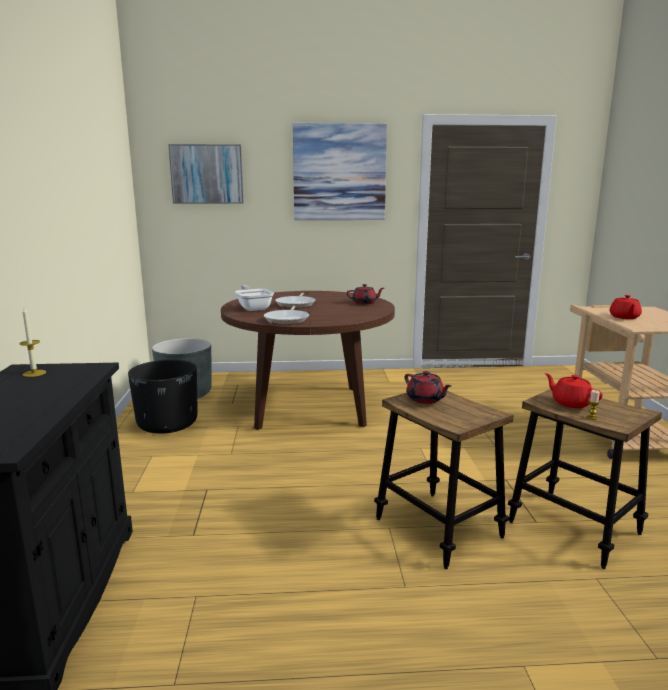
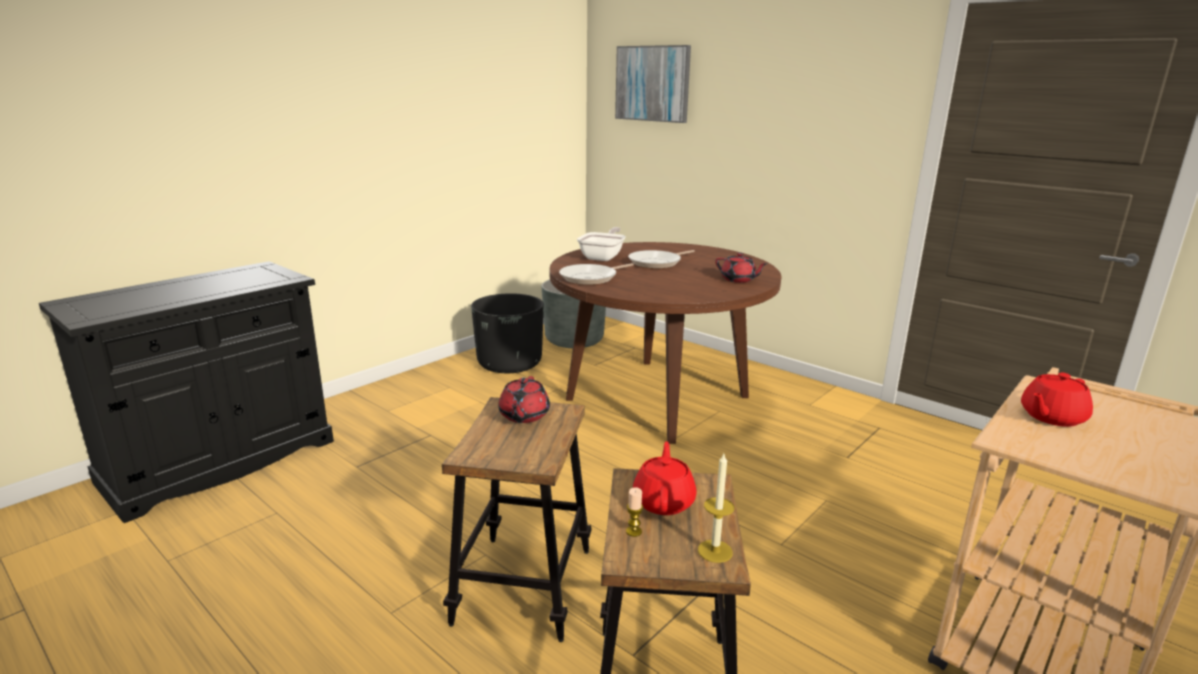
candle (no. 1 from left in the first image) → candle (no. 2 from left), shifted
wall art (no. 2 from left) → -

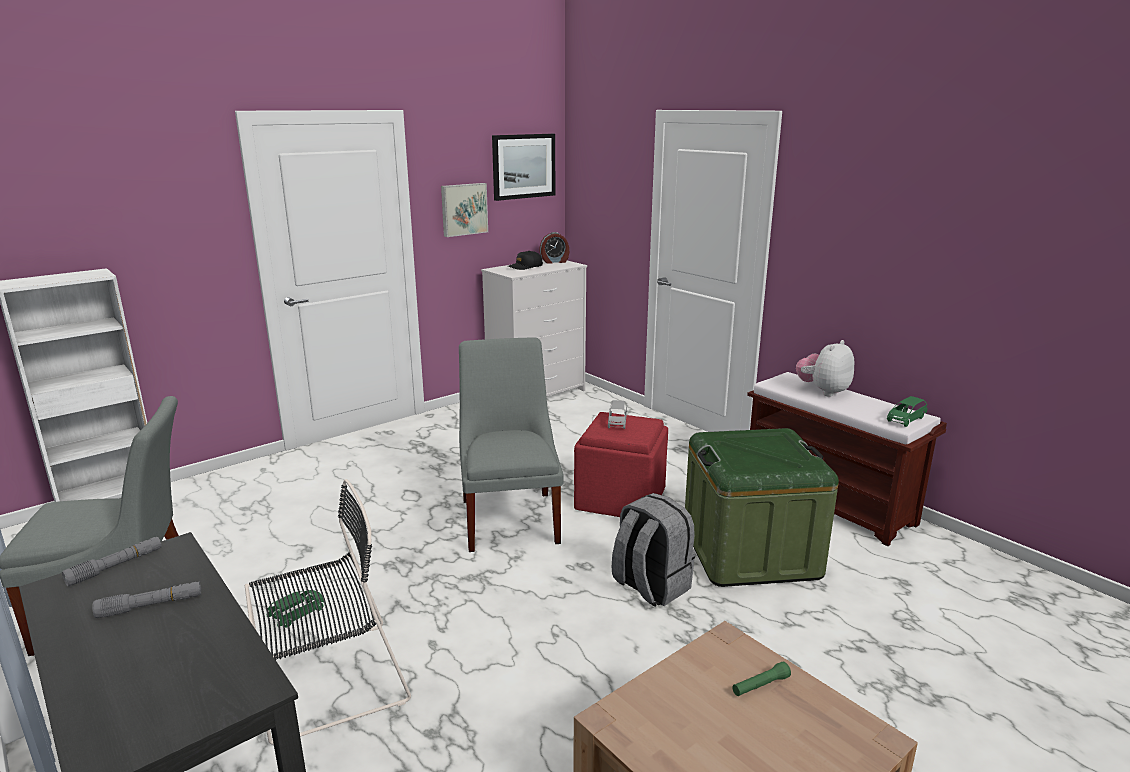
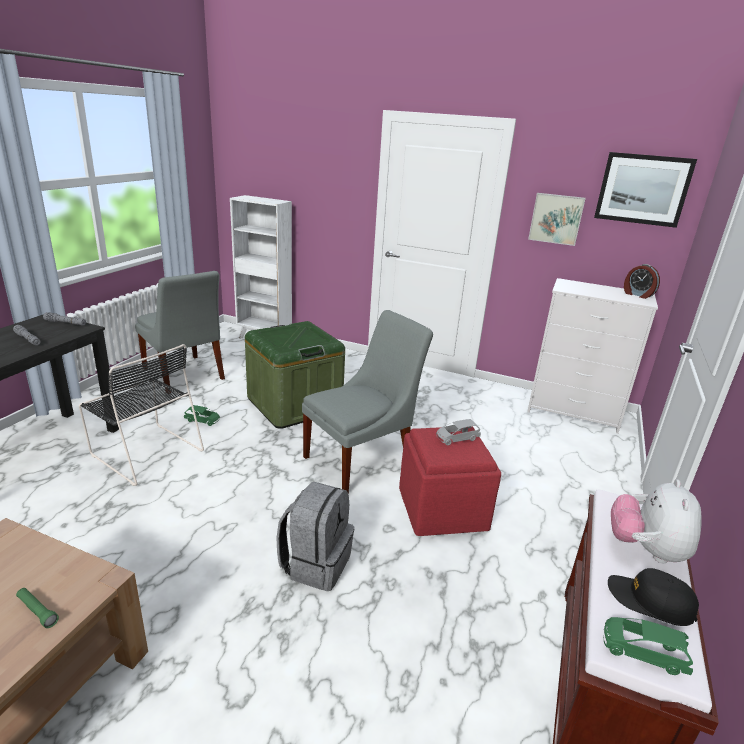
greenish storage container, shifted
black peaked cap, shifted
soft toy, 90 degrees counterclockwise

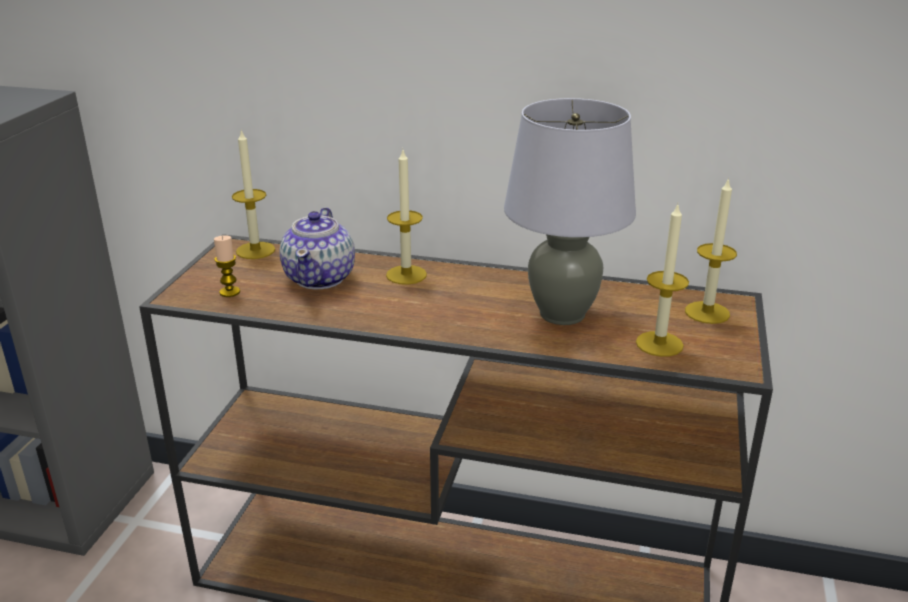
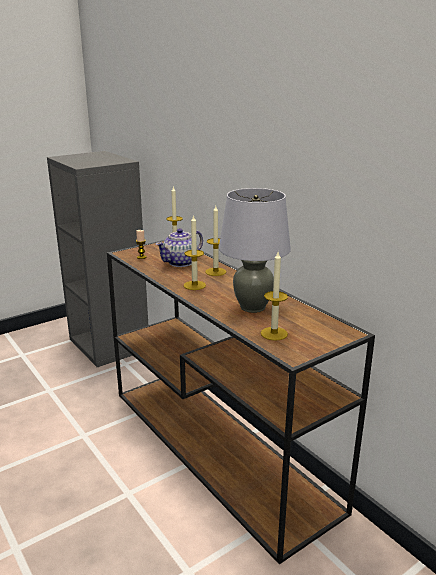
candle (no. 5 from left in the first image) → candle (no. 3 from left), shifted

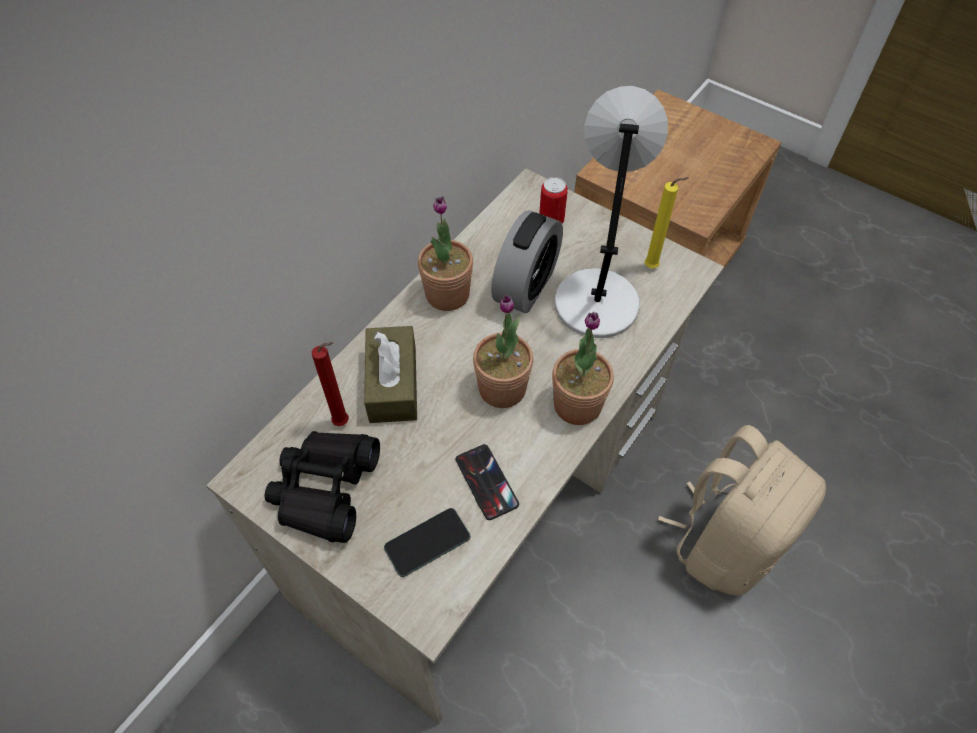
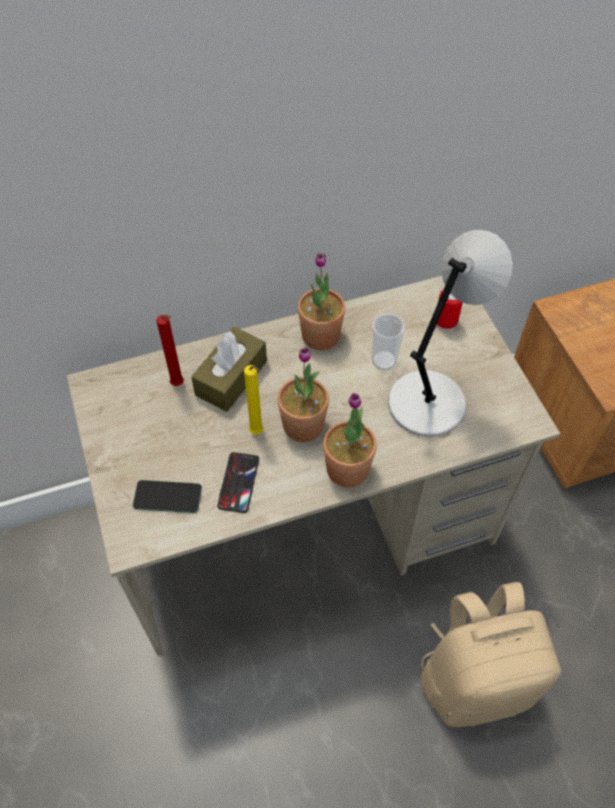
yellowish candle, shifted
bedside clock → cup
black field glasses → -

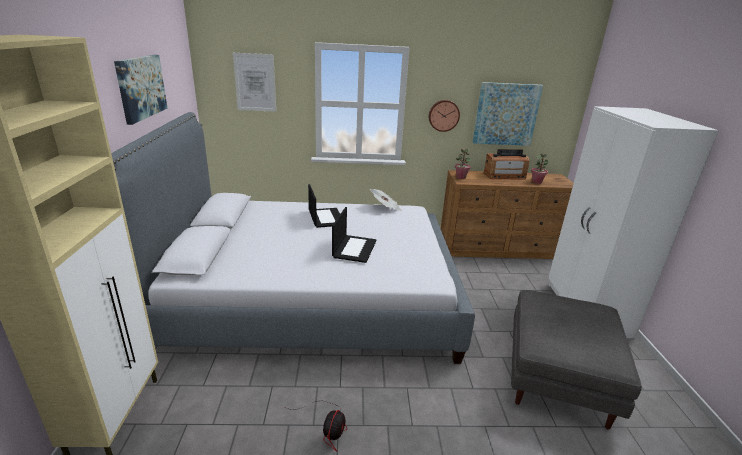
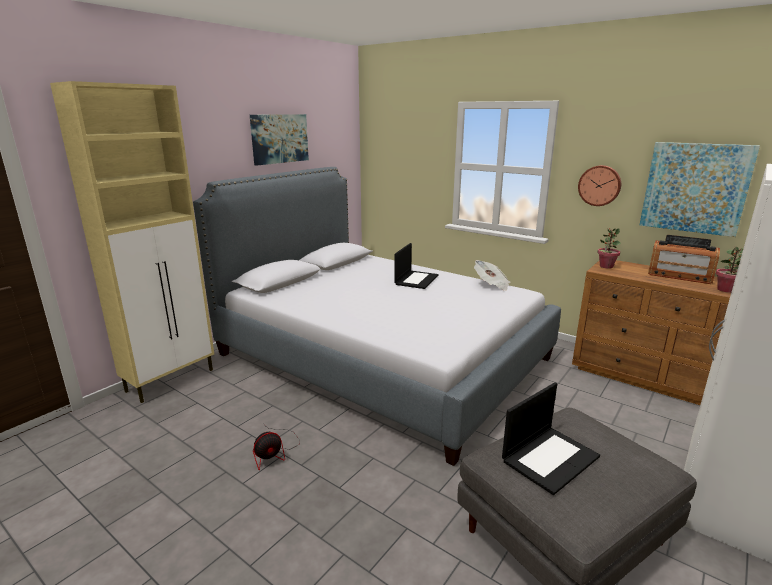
laptop (no. 2 from left), shifted
wall art (no. 2 from left) → -

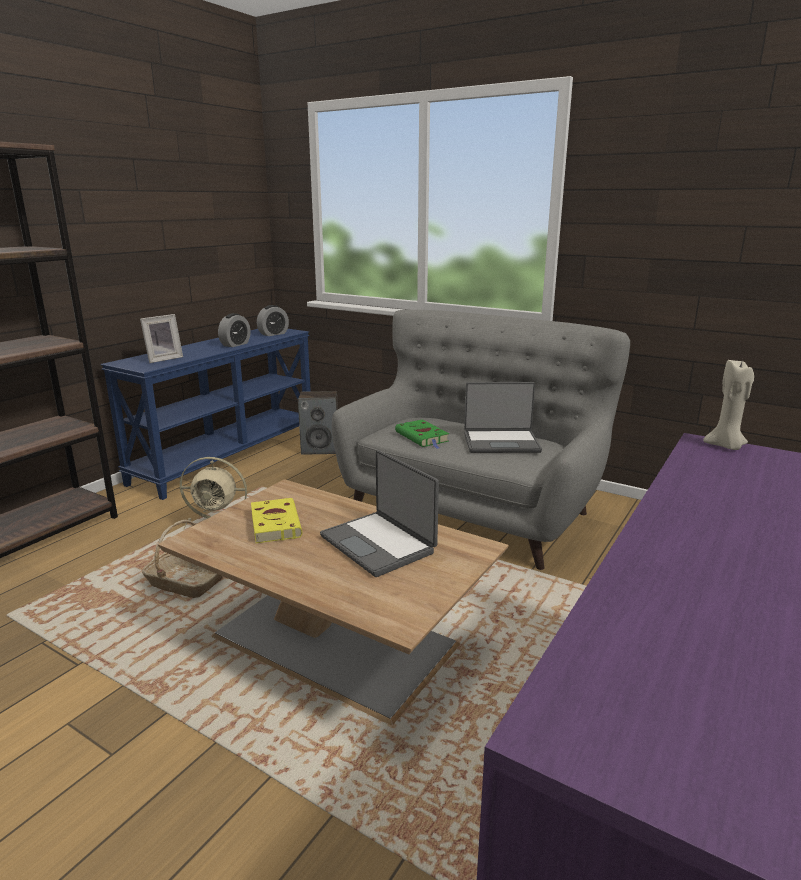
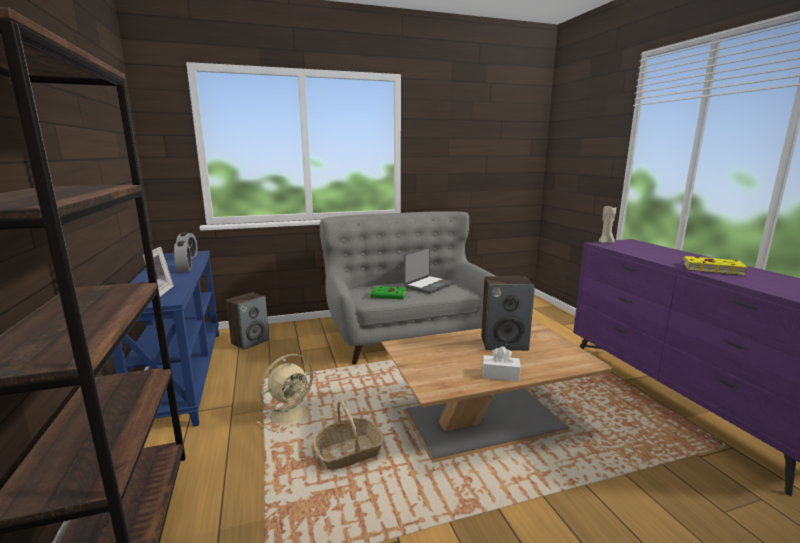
laptop (no. 1 from left) → loudspeaker (no. 2 from left)
- → whitish box of tissues
yellowish bound book, shifted

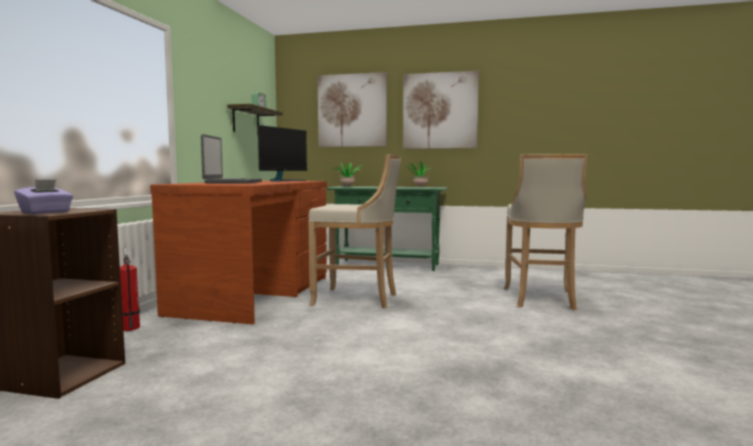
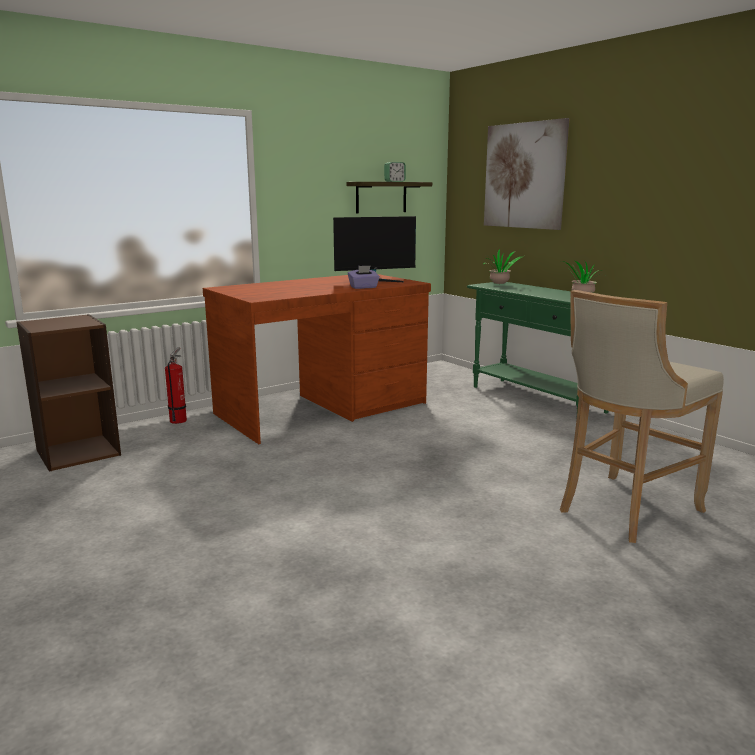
purple box of tissues, shifted
laptop → -
sand-coloured sitting stool (no. 1 from left) → -
wall art (no. 2 from left) → -

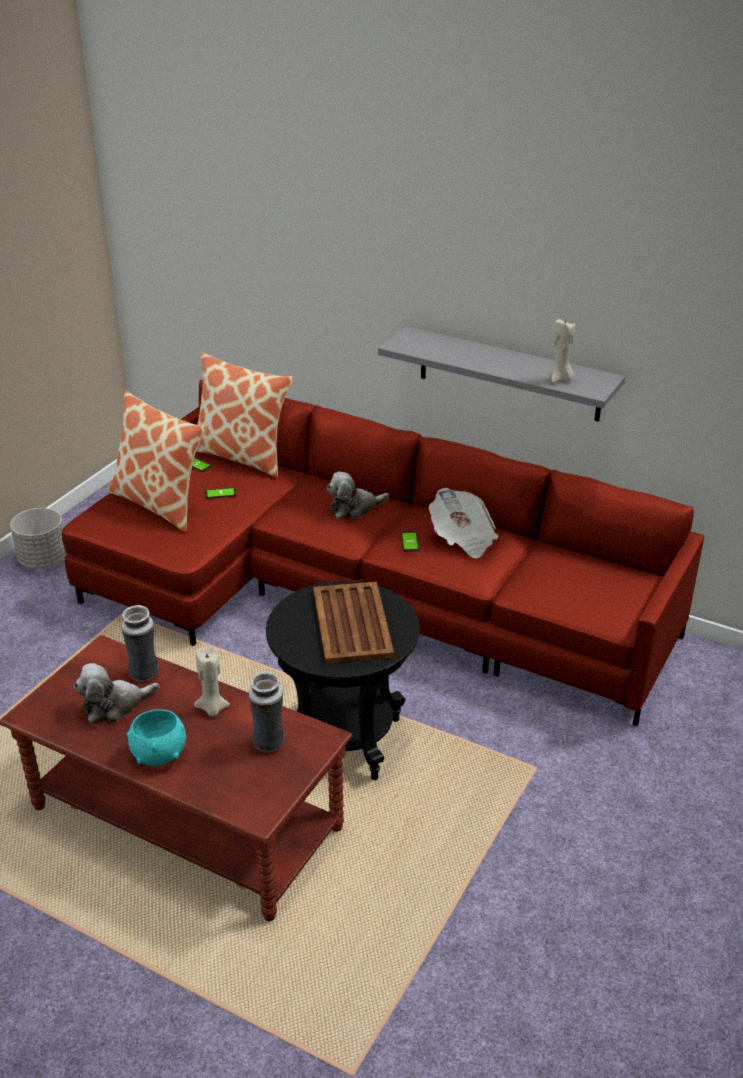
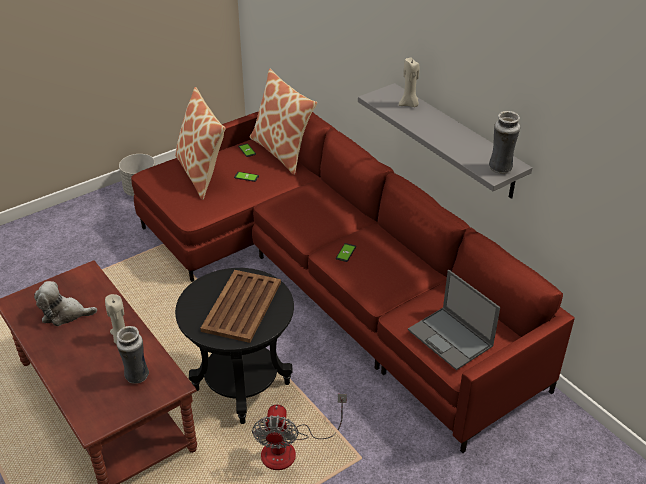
- → electric fan
sand-coloured candle (no. 2 from left), shifted
- → laptop
vase (no. 1 from left in the first image) → vase (no. 2 from left), shifted
turquoise-coloured bowl → -
soft toy (no. 2 from left) → -
newspaper → -

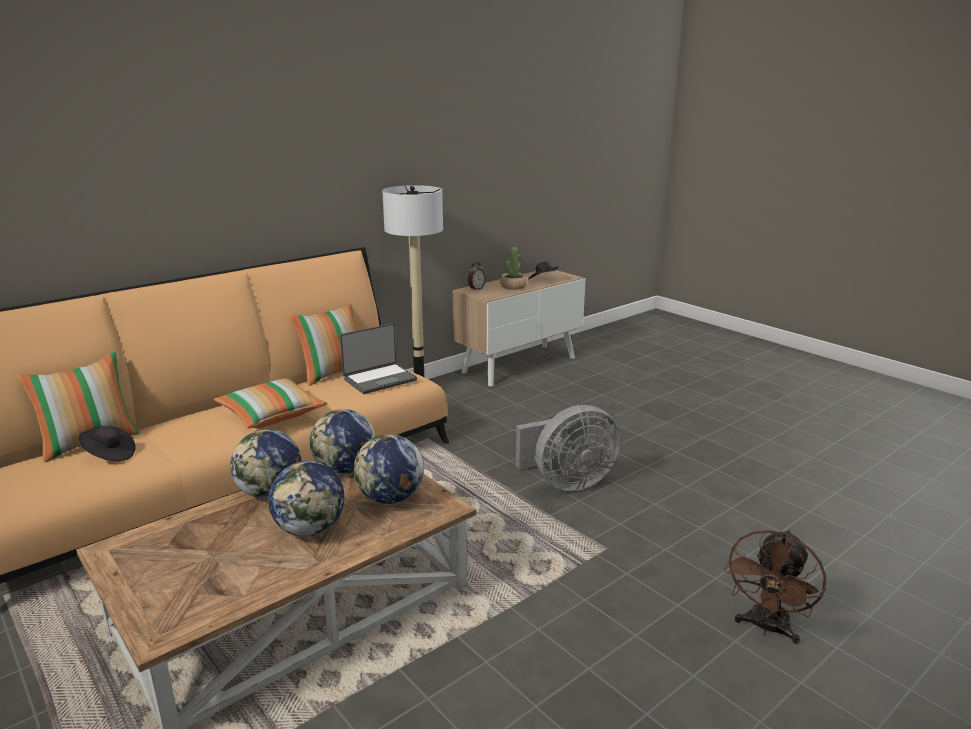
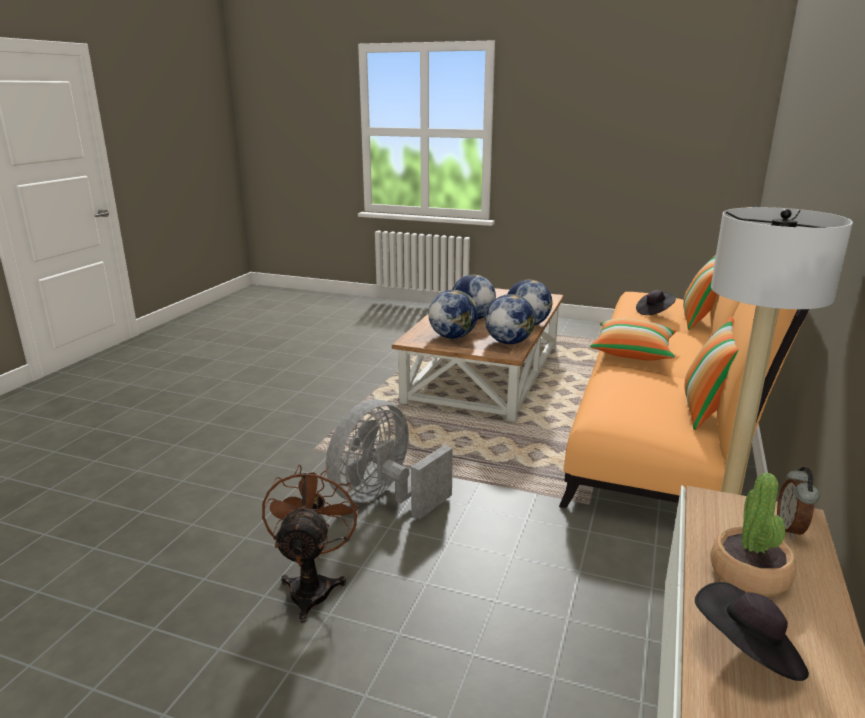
brown-coloured electric fan, shifted
laptop → -

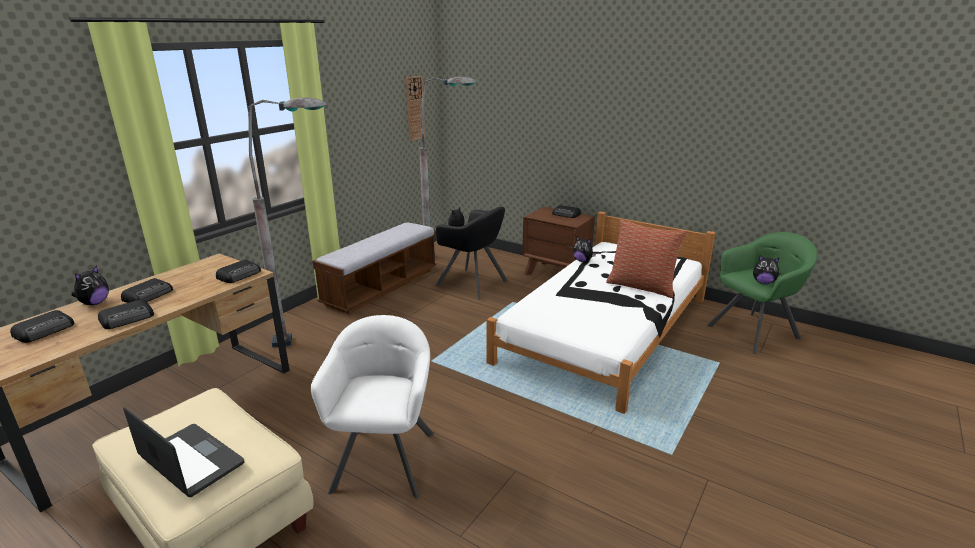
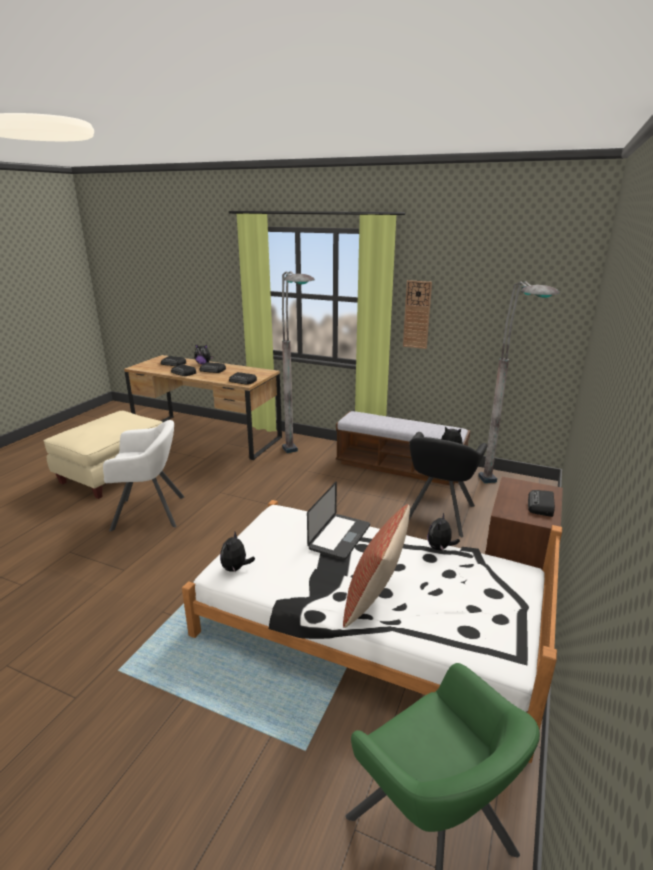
soft toy (no. 4 from left in the first image) → soft toy (no. 2 from left), shifted
laptop, shifted
clock on the wall, shifted

